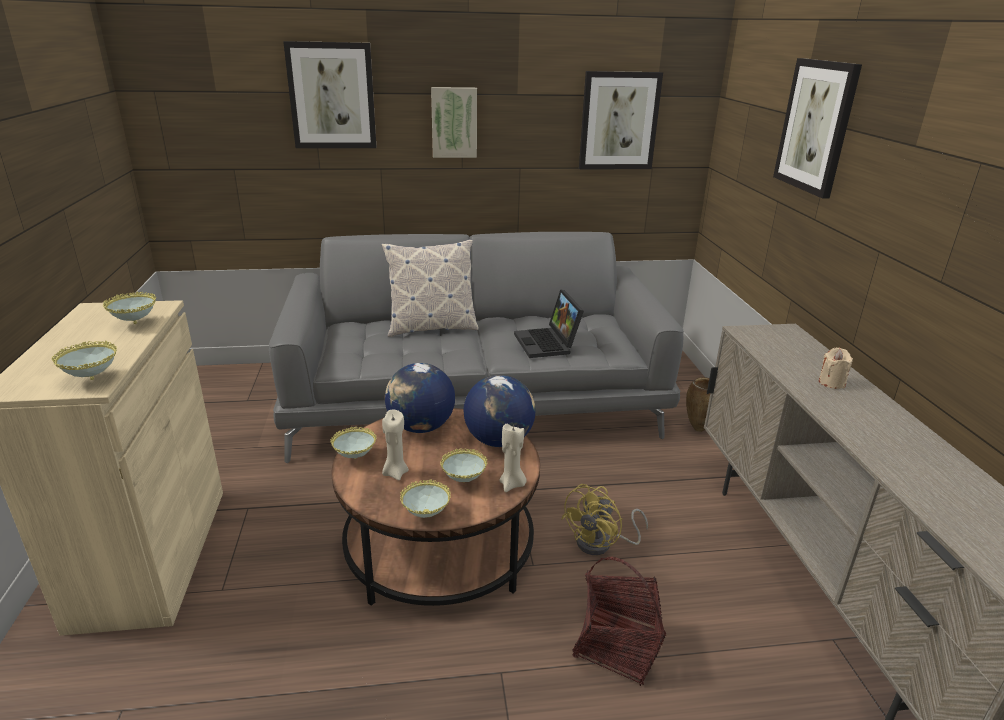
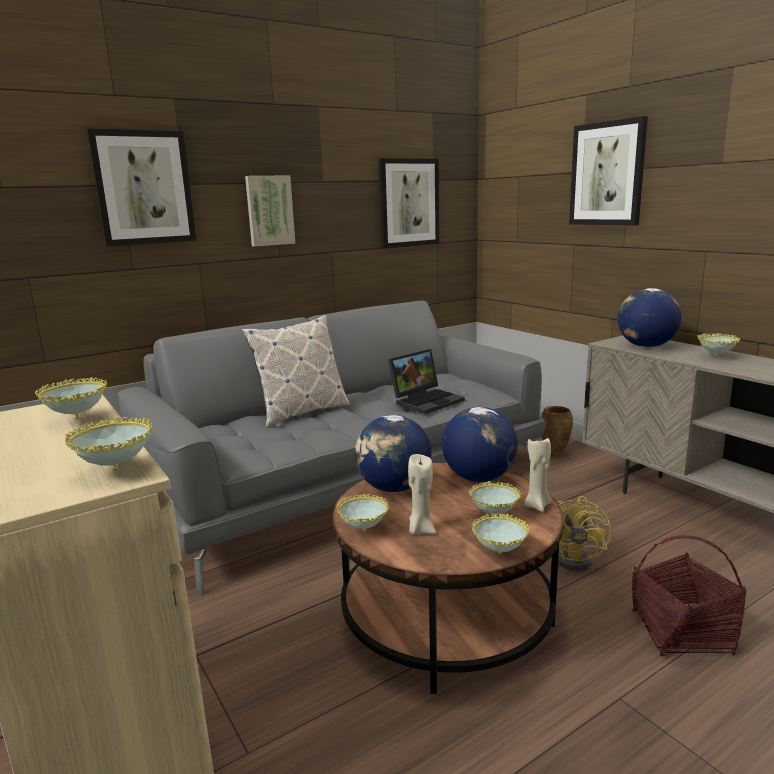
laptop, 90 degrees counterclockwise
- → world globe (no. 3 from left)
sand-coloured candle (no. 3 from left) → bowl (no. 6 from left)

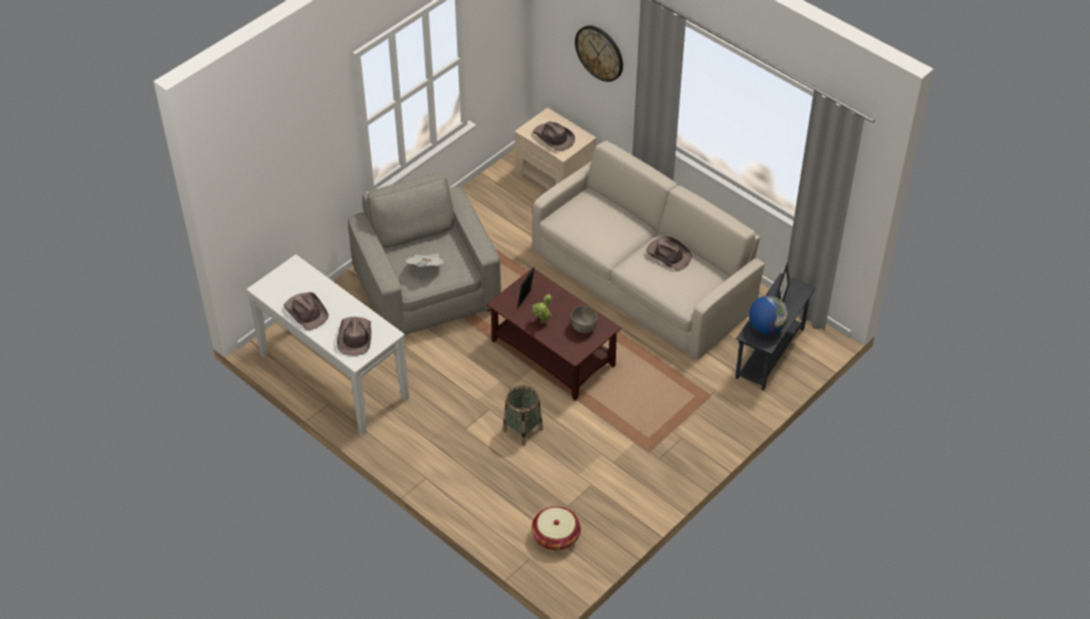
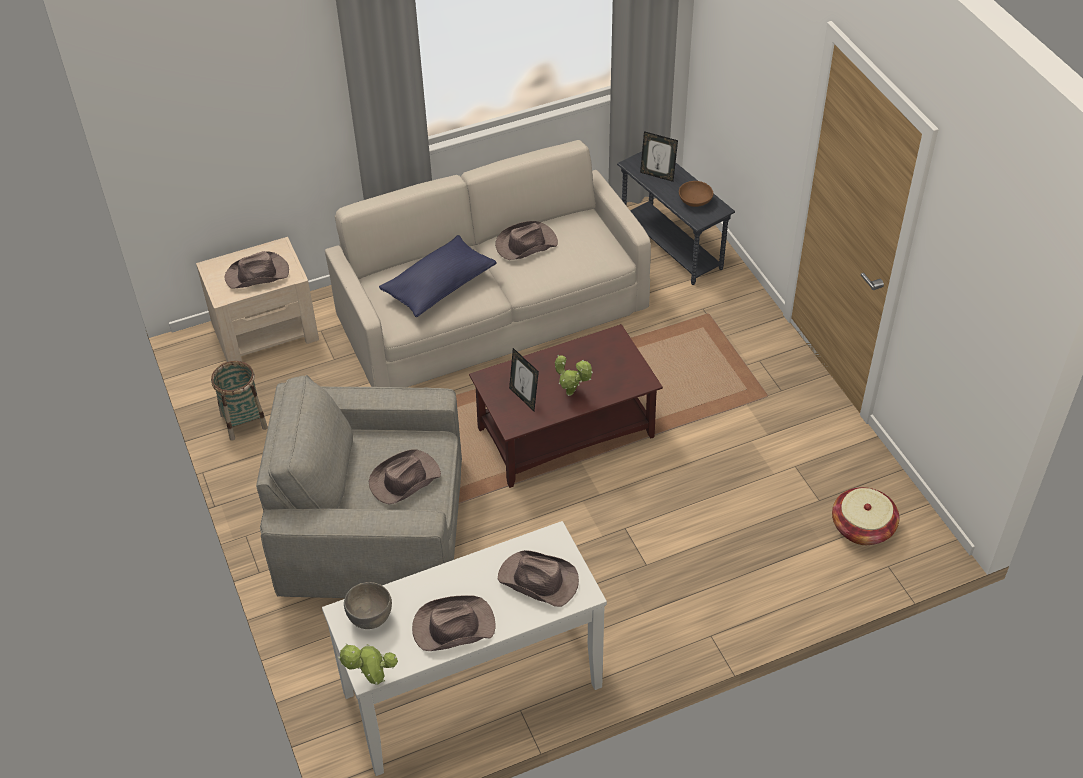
storage basket (no. 1 from left), shifted
- → plant in a pot (no. 1 from left)
grey bowl, shifted
newspaper → brown-coloured hat (no. 2 from left)
- → blue pillow
world globe → brown-coloured bowl
clock on the wall → -

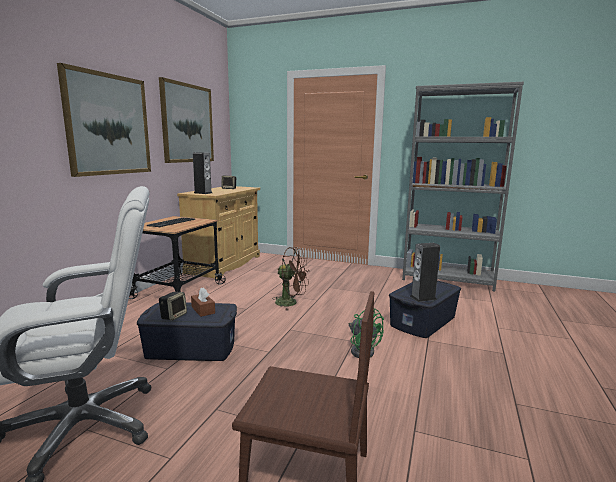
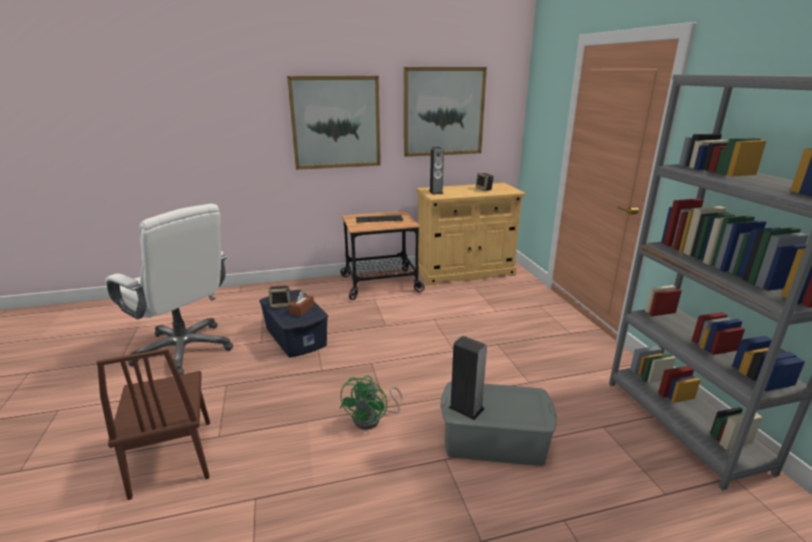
blue storage container (no. 2 from left) → grey storage container
brown-coloured electric fan → -

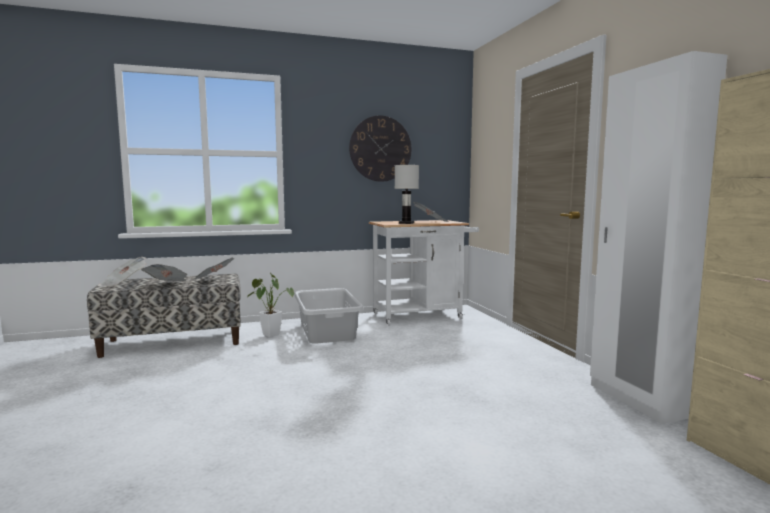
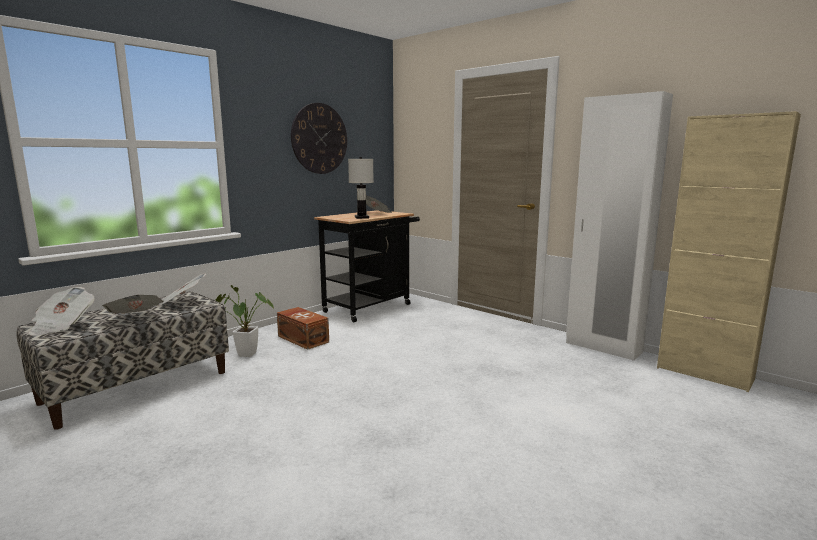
grey laundry basket → brown-coloured storage container
whitish wheeled cart → black wheeled cart

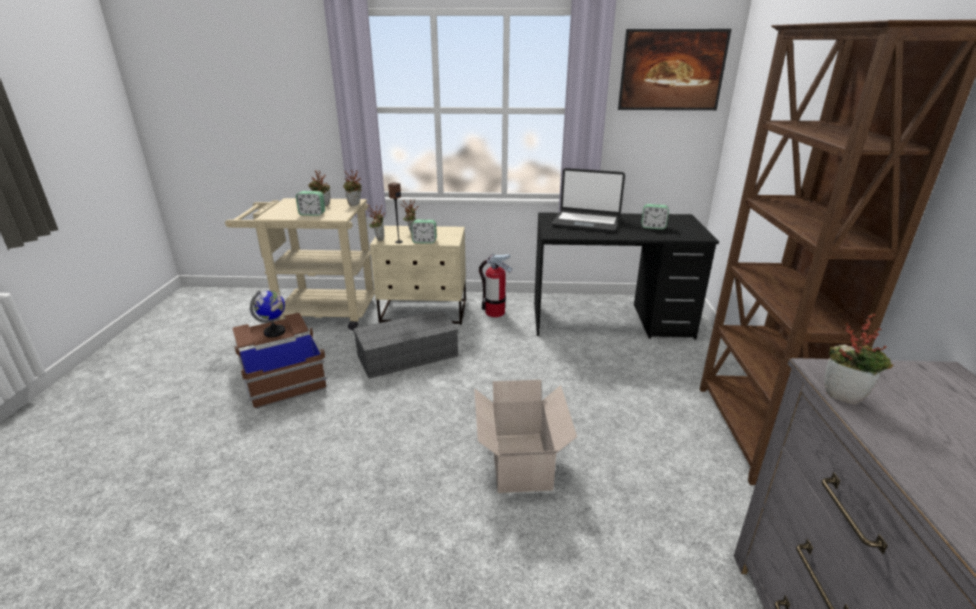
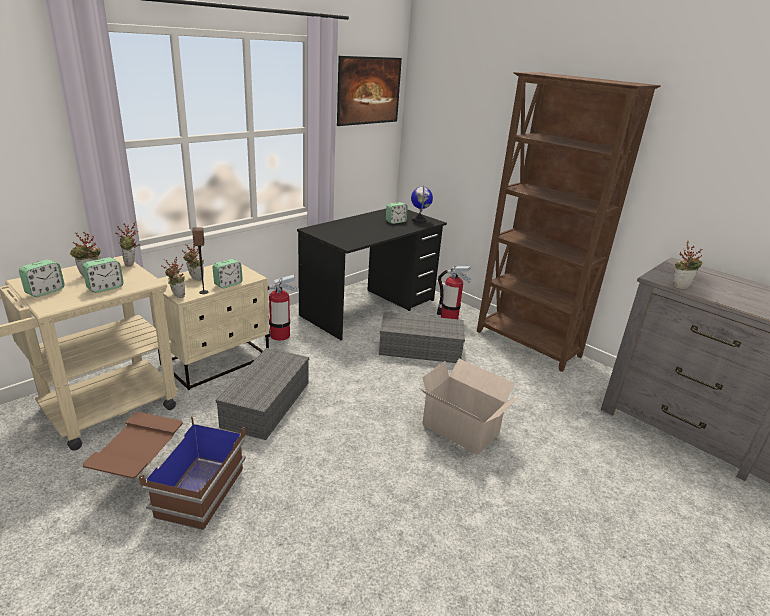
- → bedside clock (no. 1 from left)
- → grey storage container (no. 2 from left)
world globe, shifted
- → fire extinguisher (no. 2 from left)
laptop → -

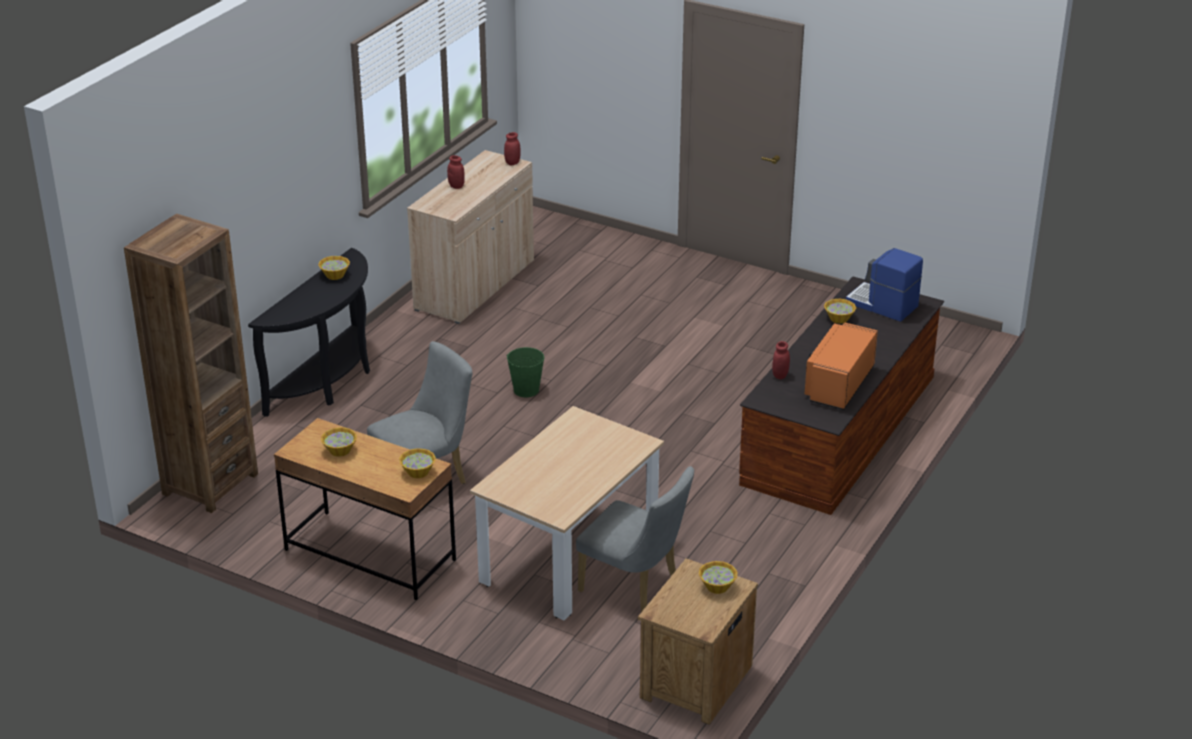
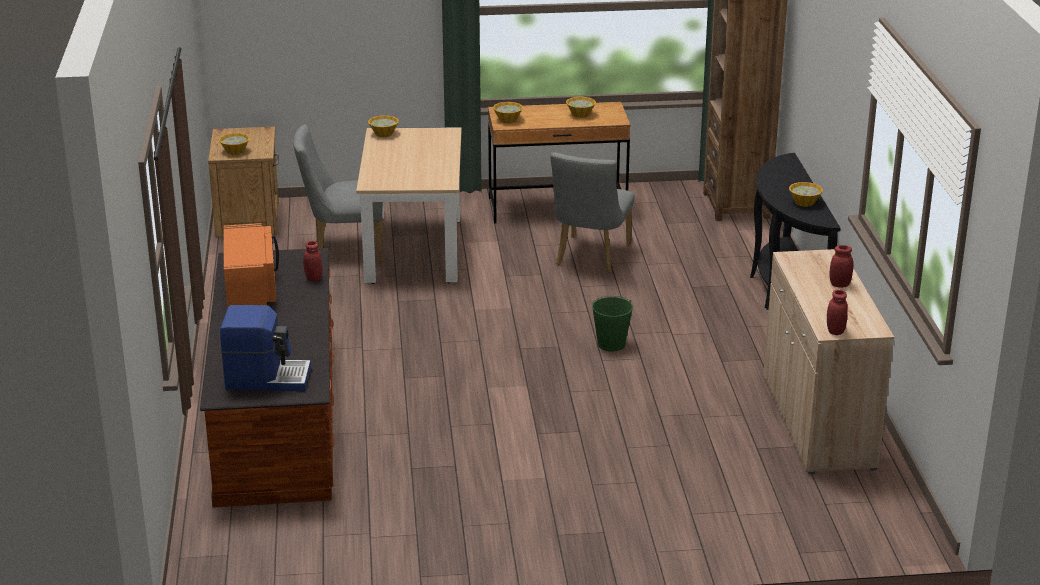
bowl (no. 5 from left in the first image) → bowl (no. 2 from left), shifted

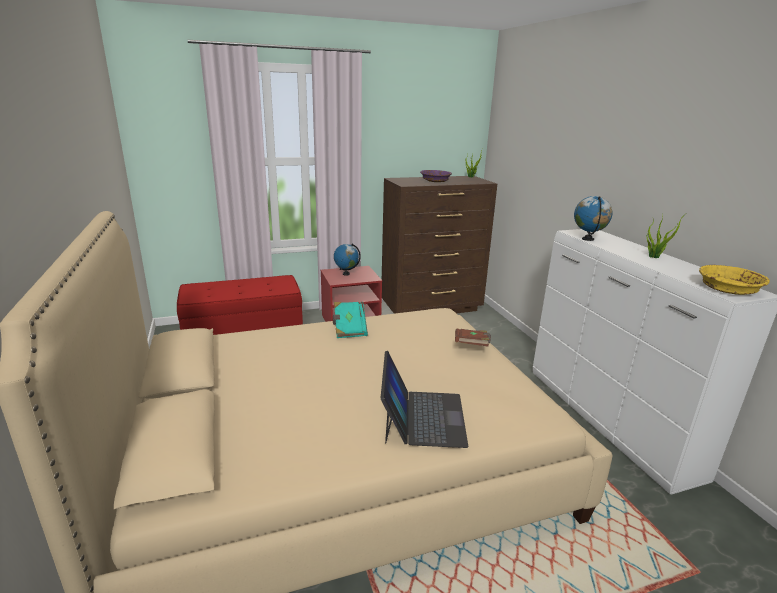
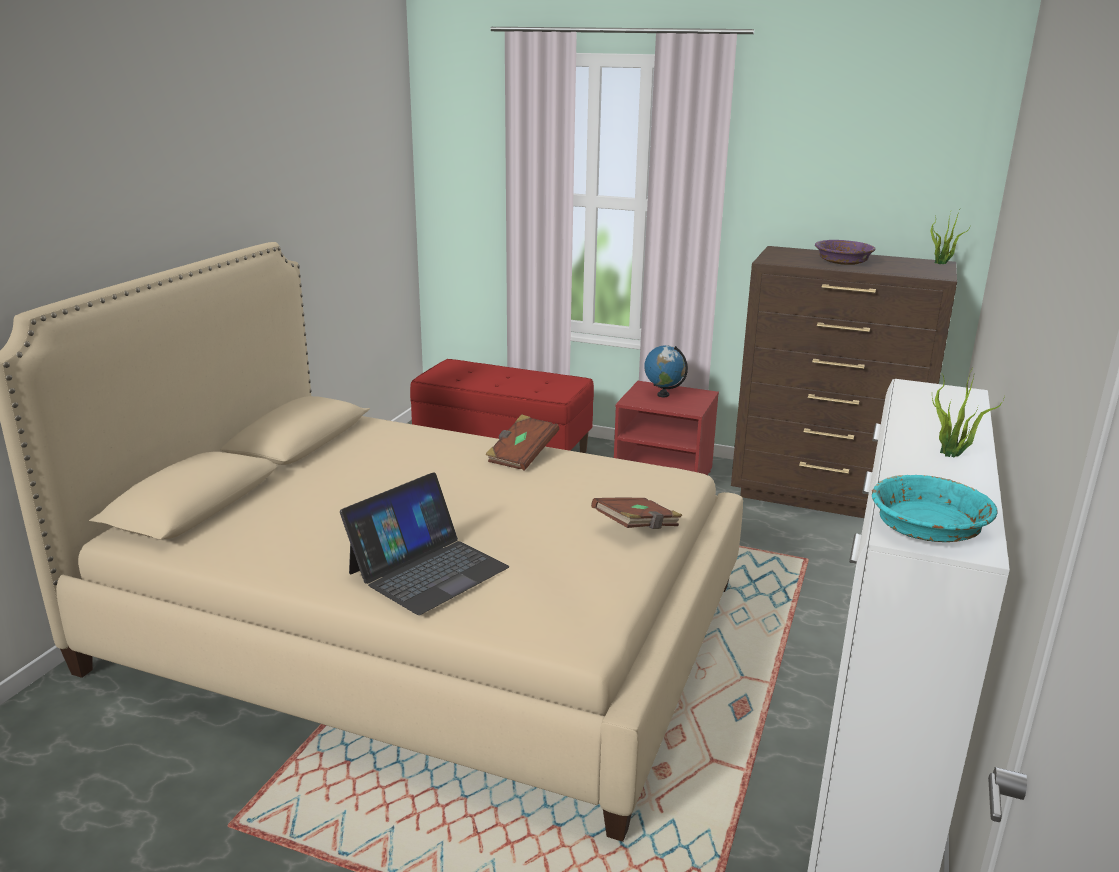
turquoise-coloured bound book → brown-coloured bound book (no. 1 from left)
yellowish bowl → turquoise-coloured bowl
world globe (no. 2 from left) → -

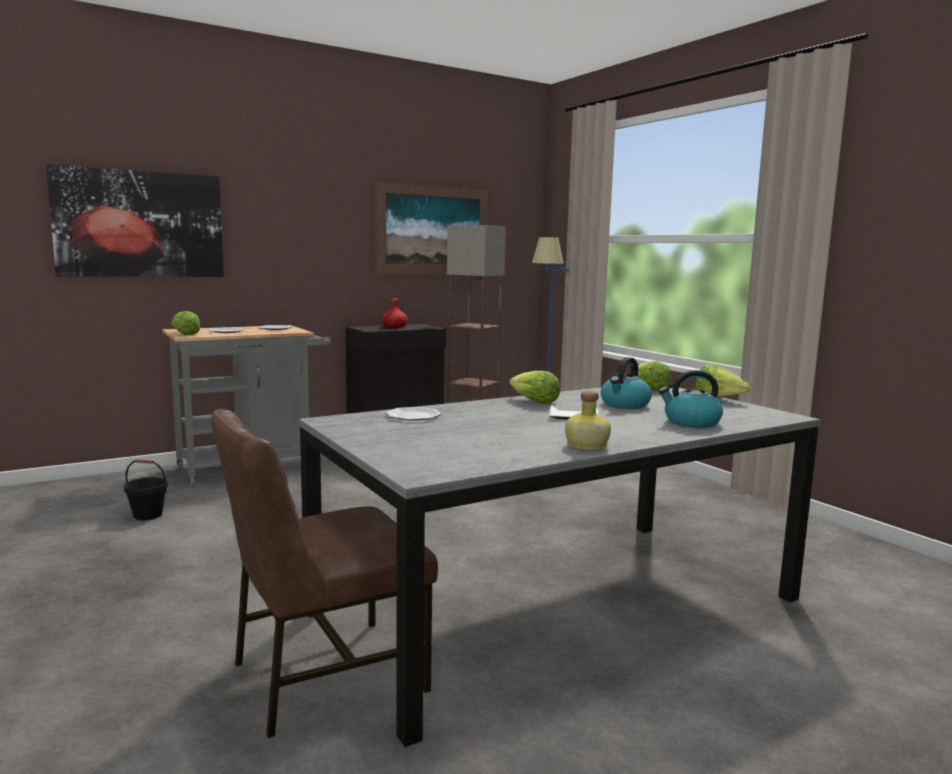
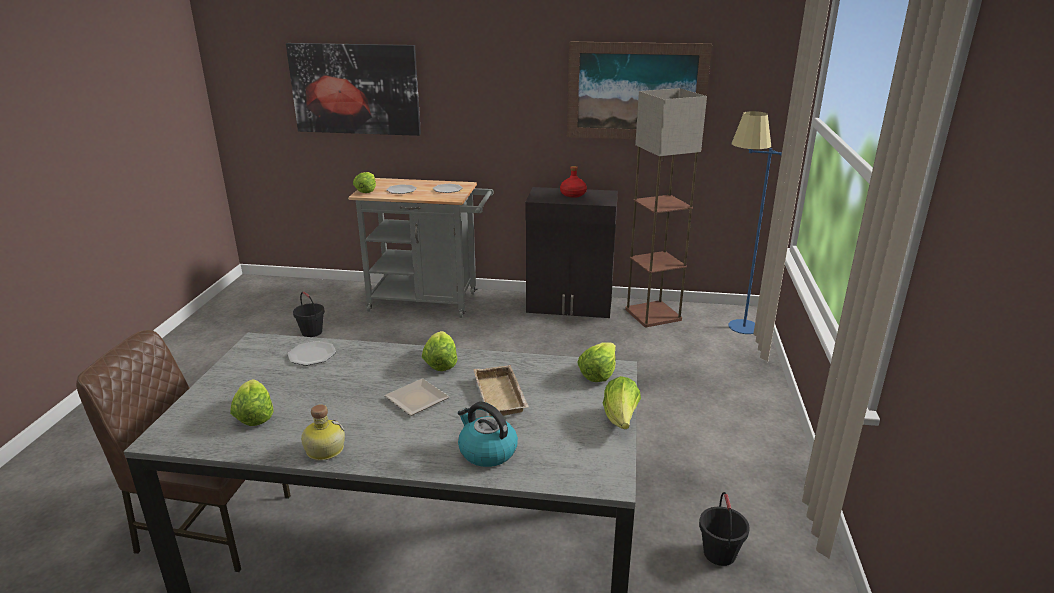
- → lettuce (no. 1 from left)
kettle (no. 1 from left) → sand-coloured serving tray
- → black water bucket (no. 2 from left)

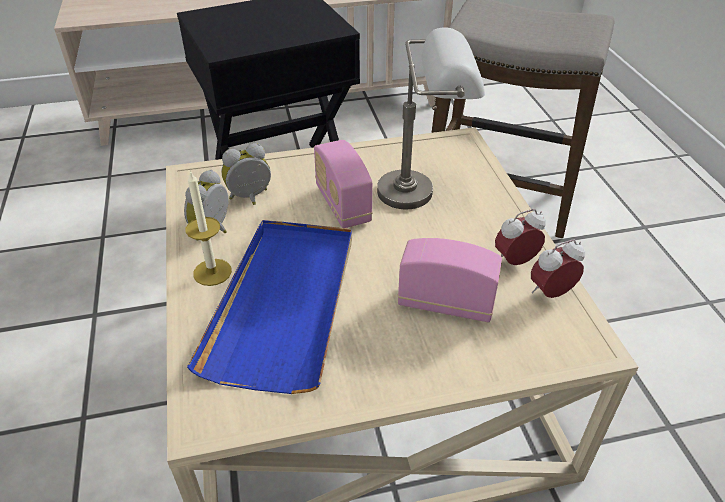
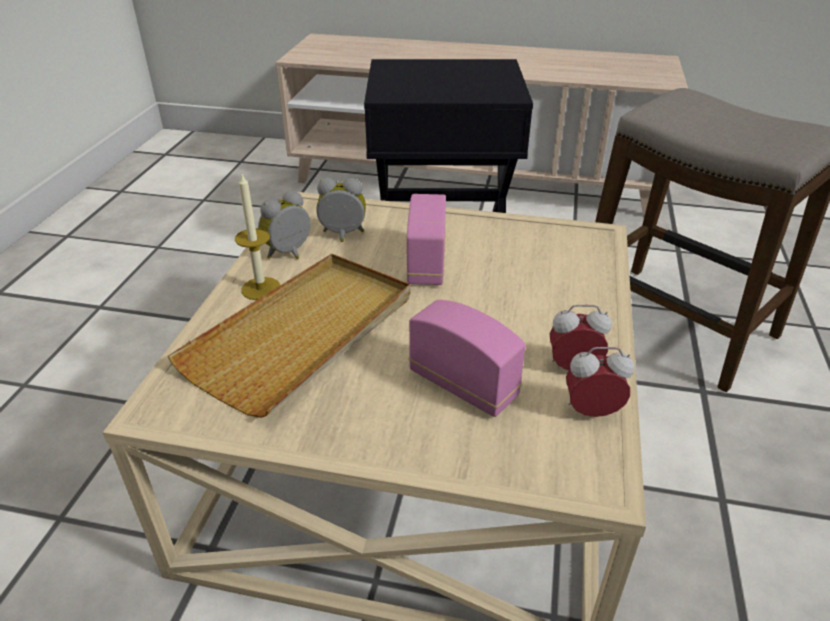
blue serving tray → sand-coloured serving tray
grey table lamp → -

